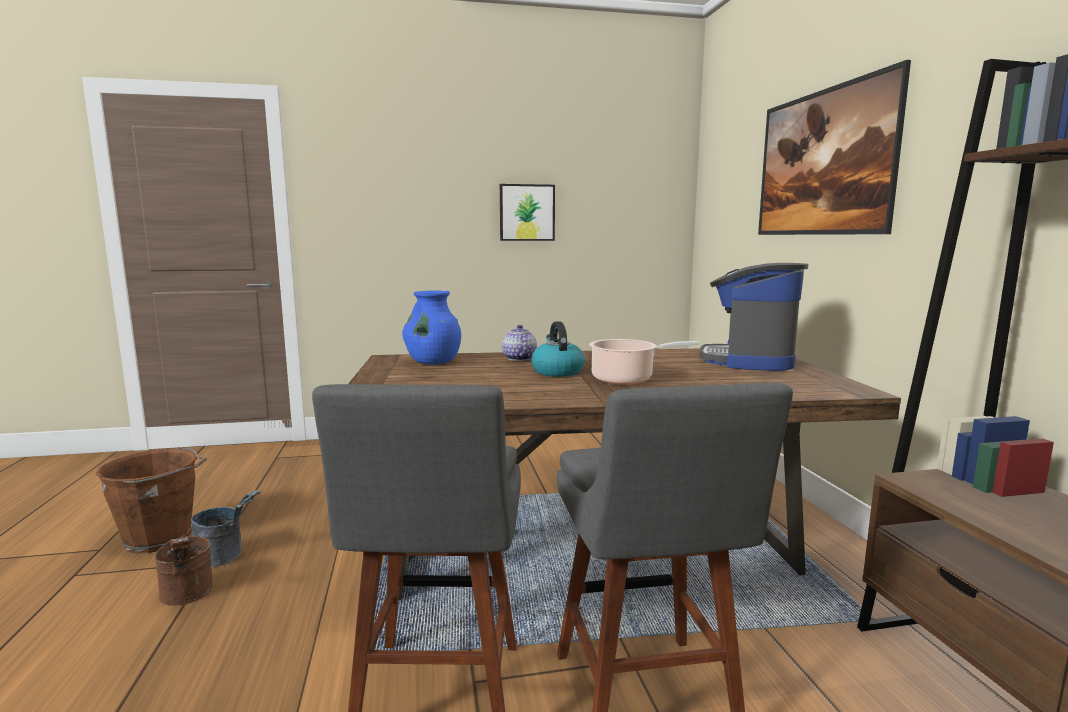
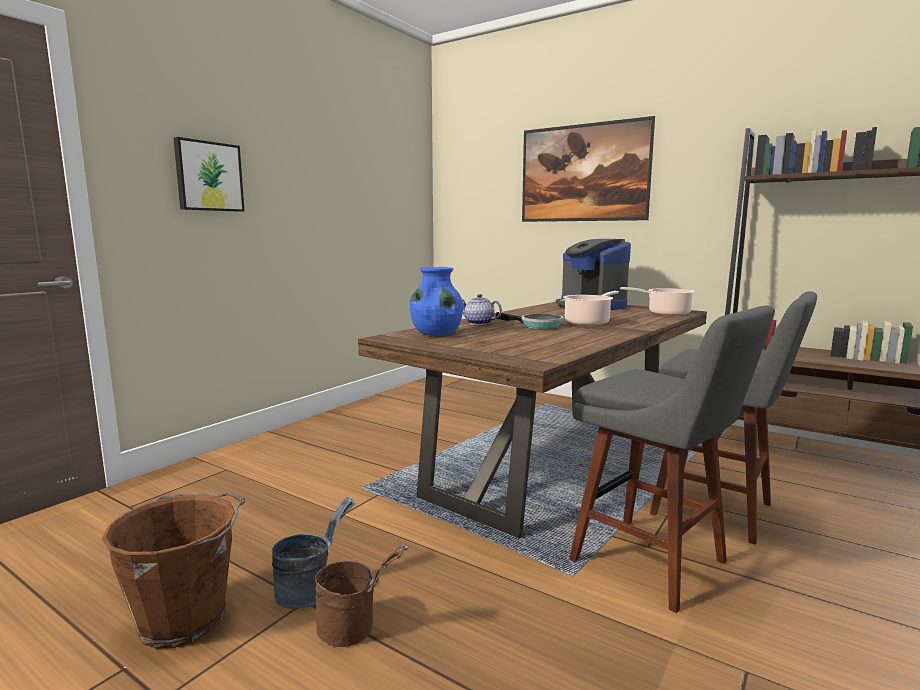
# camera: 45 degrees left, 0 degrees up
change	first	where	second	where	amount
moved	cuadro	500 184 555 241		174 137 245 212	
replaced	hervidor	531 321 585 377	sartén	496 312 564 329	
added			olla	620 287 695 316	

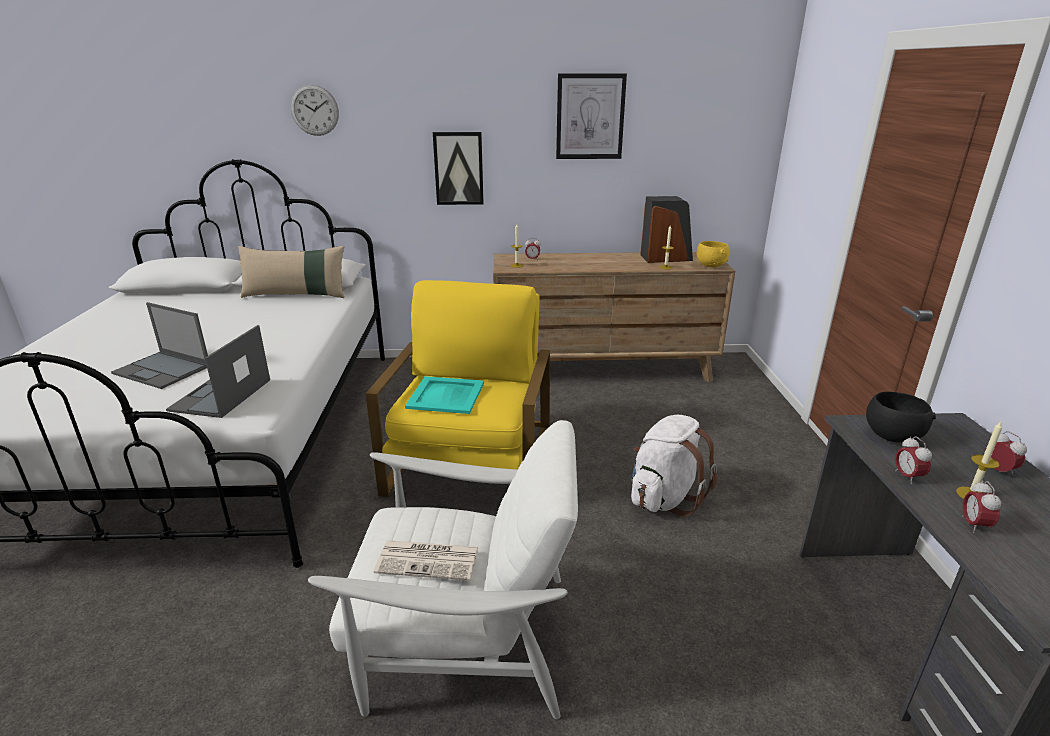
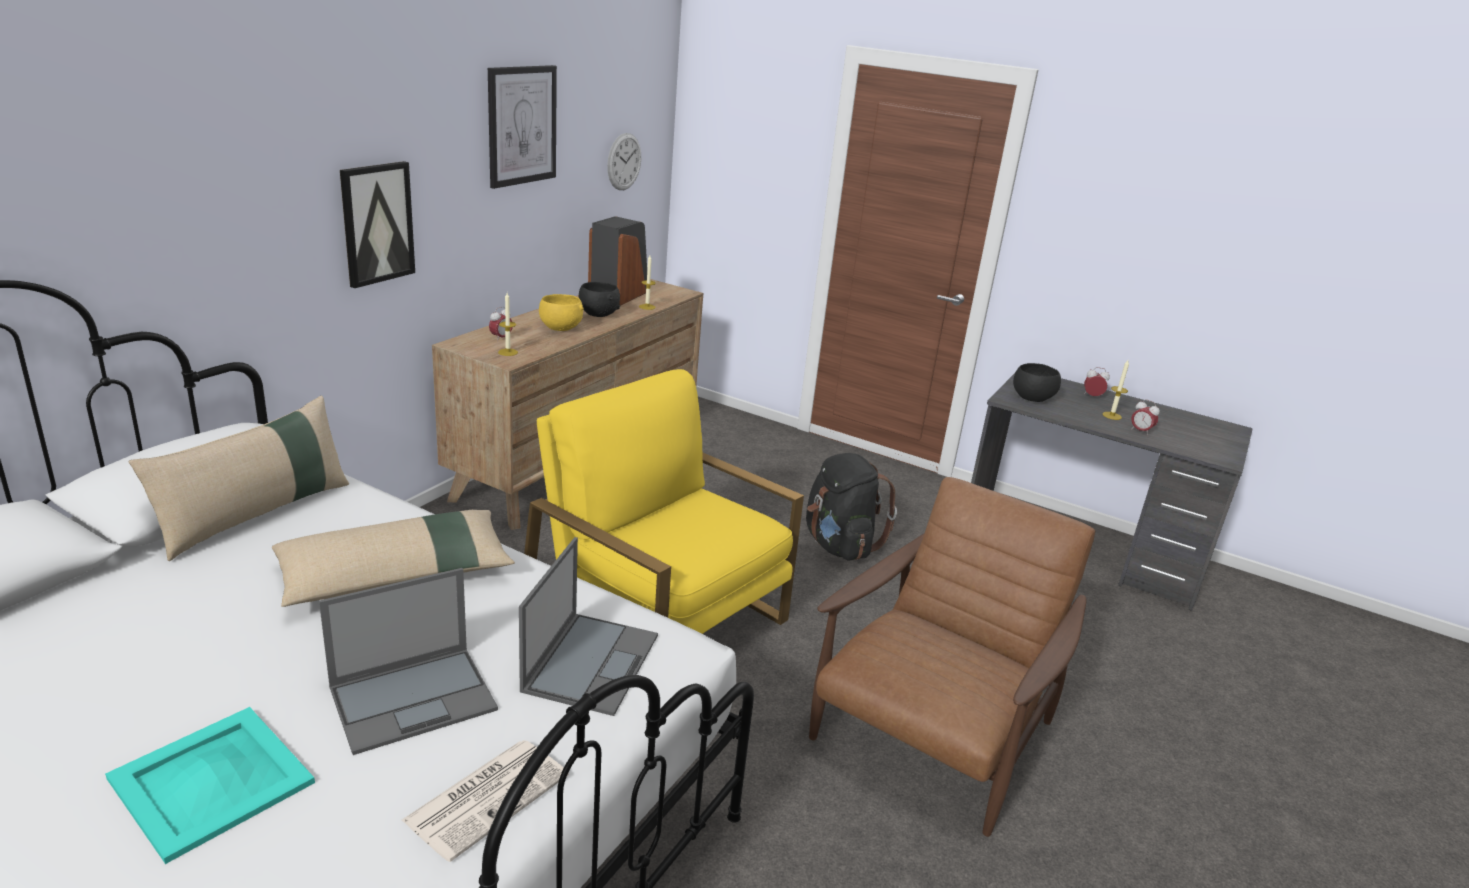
# camera: 60 degrees left, 0 degrees up
change	first	where	second	where	amount
moved	bandeja [turquesa]	405 376 484 414		105 707 315 864	
added			cojín [beis]	272 510 515 607	
moved	periódico	374 540 479 581		401 740 569 862	
turned	portátil	166 325 270 418		519 537 658 716	120 degrees counterclockwise
moved	cuenco [amarillo]	697 241 730 268		539 294 584 331	
added			cuenco [negro]	579 282 620 317	
moved	reloj de pared	291 85 339 136		607 133 641 190	
recoloured	mochila [blanco]	631 415 717 517	mochila [negro]	806 453 897 561	
recoloured	sillón [blanco]	308 420 578 719	sillón [marrón]	809 477 1095 837	
removed	despertador	895 436 932 484			

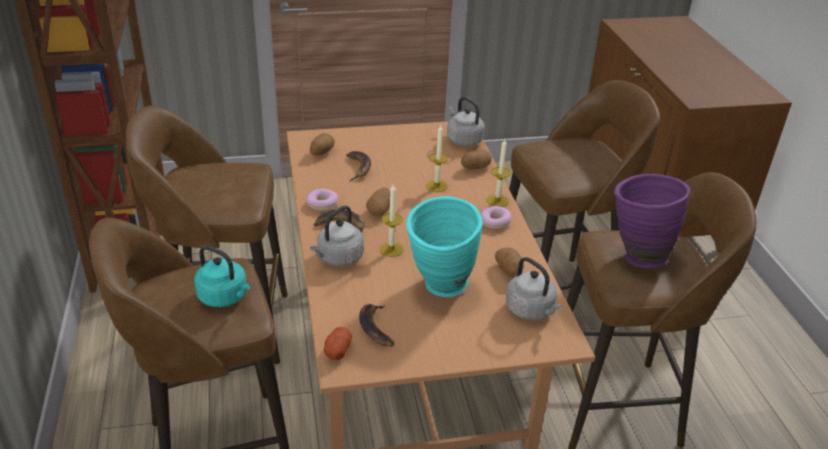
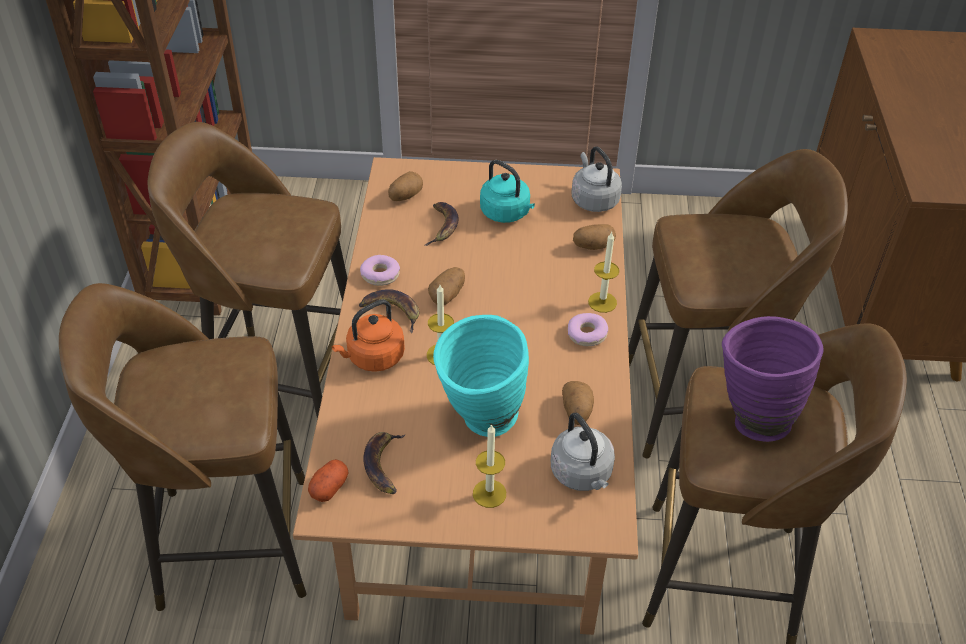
# camera: 15 degrees right, 10 degrees up
change	first	where	second	where	amount
recoloured	hervidor [gris]	310 205 364 266	hervidor [naranja]	331 299 405 372	
moved	vela	426 125 448 192		473 424 506 508	
moved	hervidor [turquesa]	194 246 251 307		480 160 535 223	

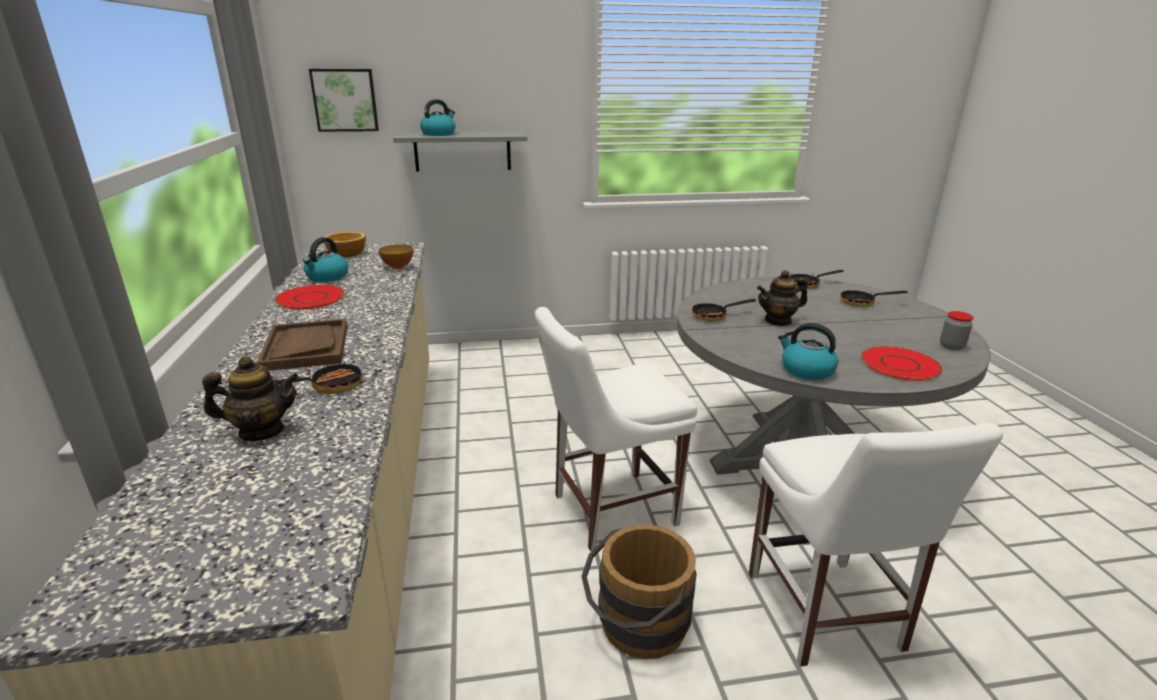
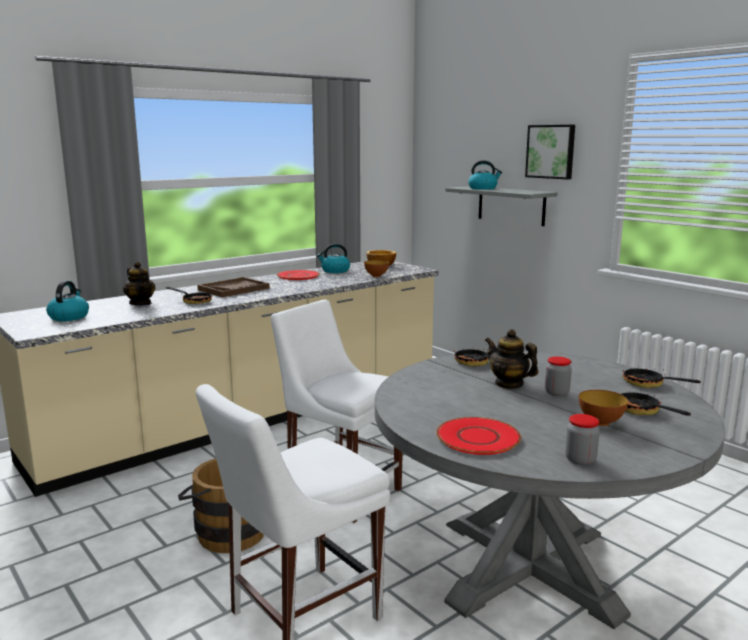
# camera: 60 degrees right, 10 degrees down
change	first	where	second	where	amount
moved	hervidor	778 323 838 380		46 281 89 321	
moved	cuadro	309 69 379 132		525 125 575 179	
added			tarro	545 356 572 396	
added			cuenco	579 390 628 426	

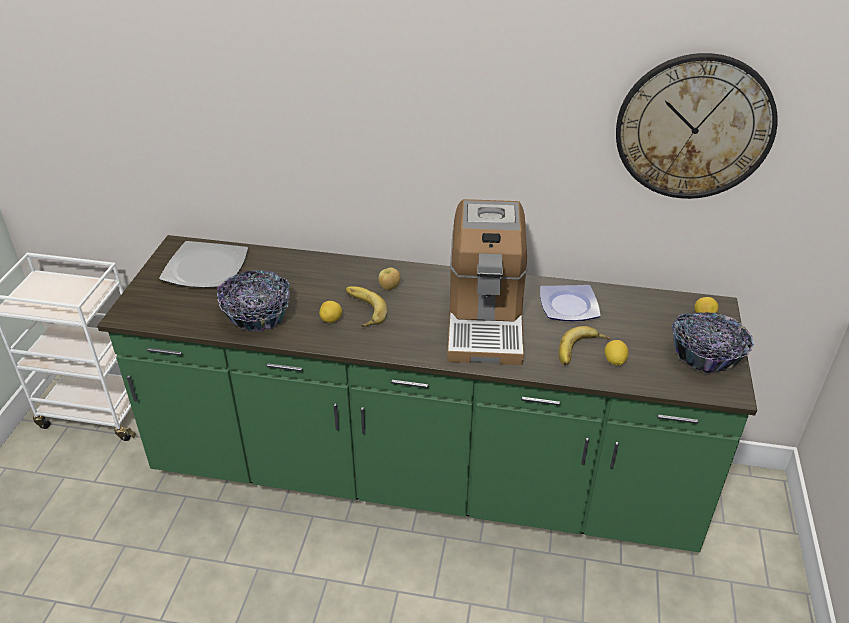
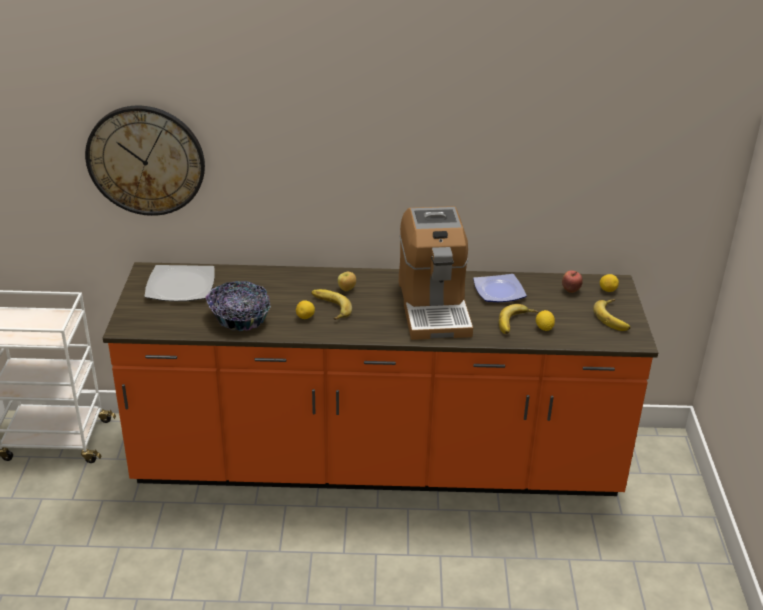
# camera: 10 degrees left, 5 degrees down
change	first	where	second	where	amount
moved	reloj de pared	616 53 778 199		85 105 205 216	
recoloured	mueble bajo de cocina [verde]	97 235 757 552	mueble bajo de cocina [naranja]	103 262 658 496	
added			manzana	562 270 583 293	
replaced	cuenco	671 312 754 373	plátano	593 299 631 331	

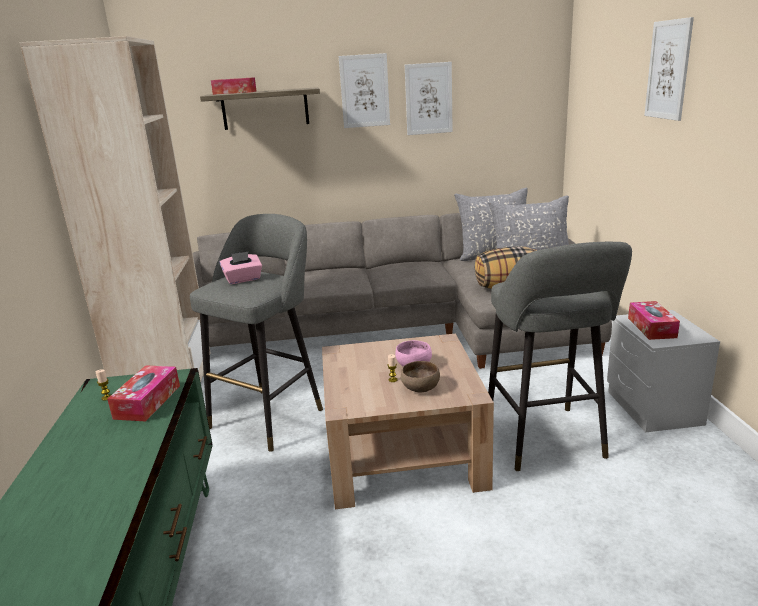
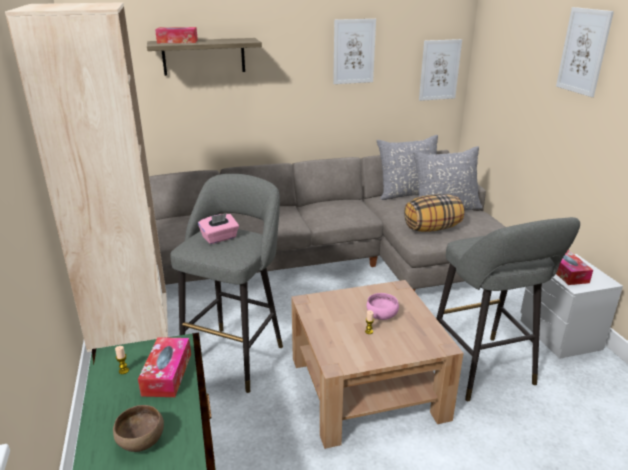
# camera: 10 degrees left, 5 degrees up
change	first	where	second	where	amount
moved	cuenco [marrón]	401 361 440 392		113 405 164 452	
moved	cuadro	339 53 390 128		419 39 462 101	

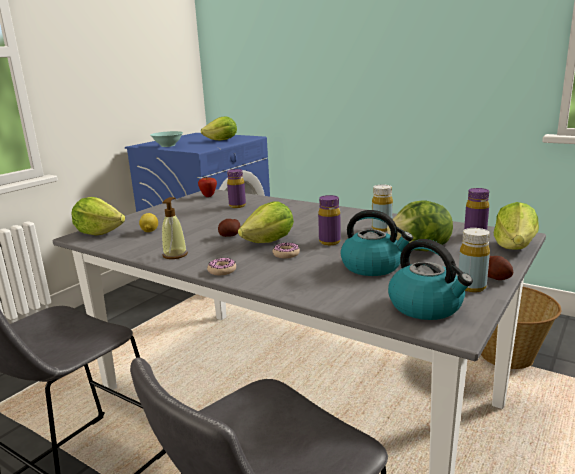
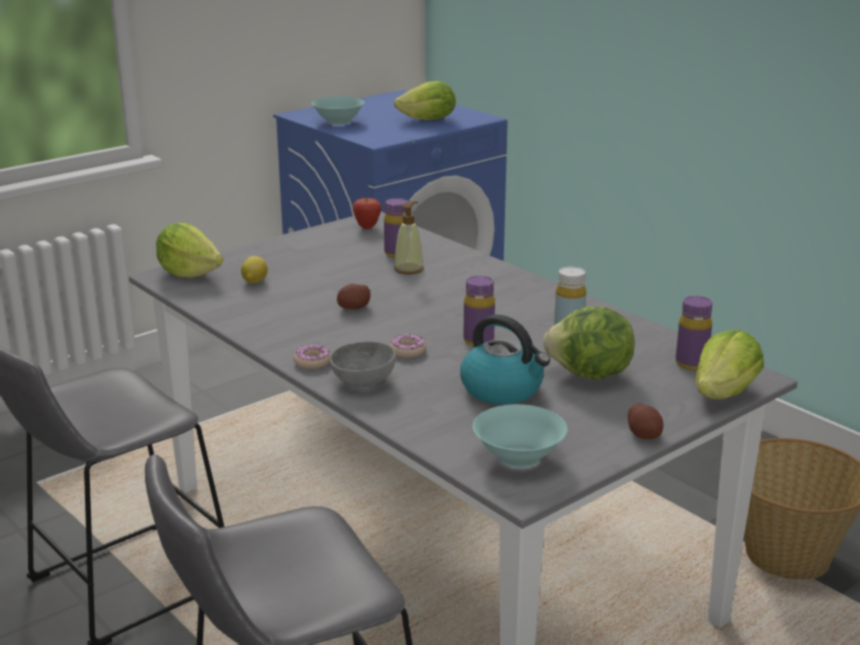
# camera: 15 degrees right, 5 degrees up
change	first	where	second	where	amount
added			cuenco [gris]	330 341 396 387	
moved	dispensador de jabón	162 197 188 259		394 201 424 275	
replaced	hervidor	388 239 473 320	cuenco [turquesa]	473 404 567 468	
removed	lechuga	238 201 294 243			
removed	botella [amarillo]	459 228 490 292			

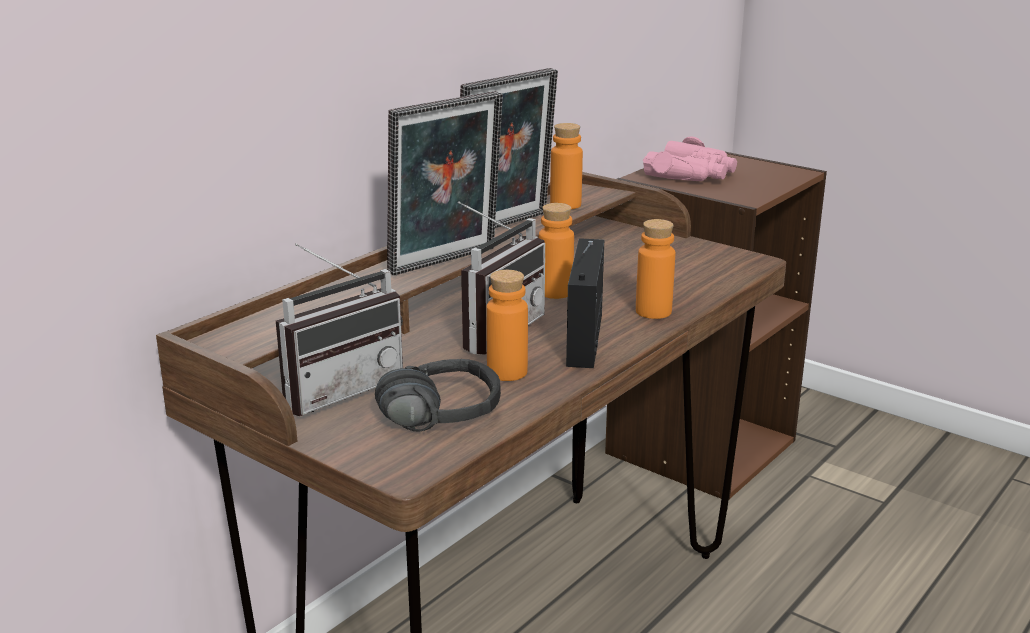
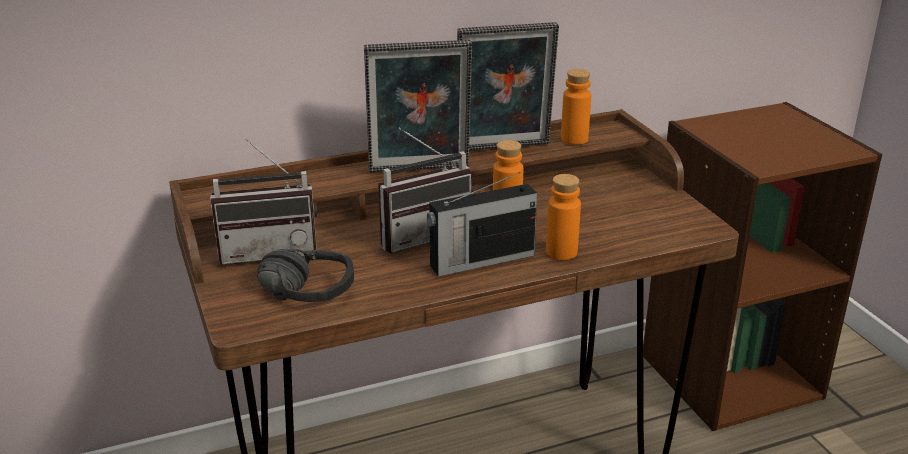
# camera: 30 degrees right, 5 degrees up
change	first	where	second	where	amount
turned	radio	566 238 604 368		427 172 537 277	150 degrees counterclockwise
removed	botella [naranja]	486 270 528 381			
removed	prismáticos [rosa]	643 136 737 181			

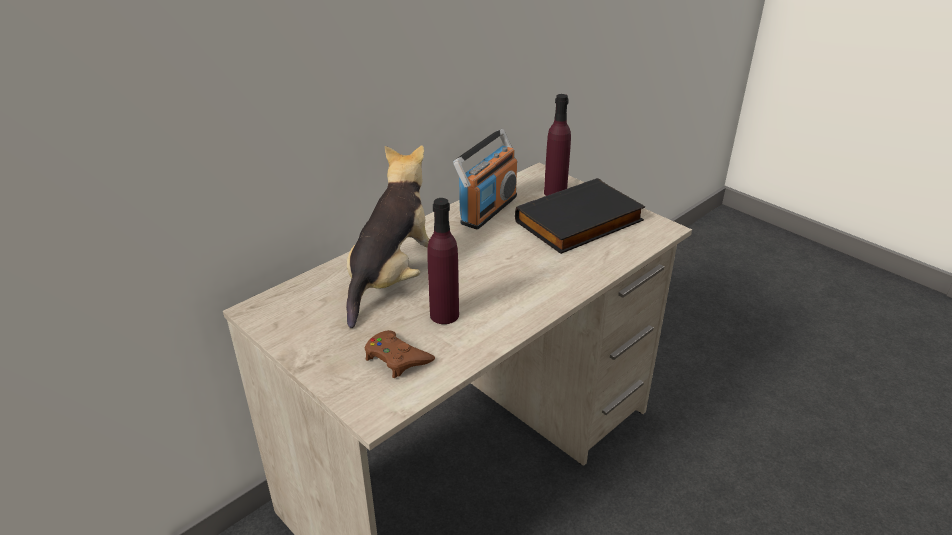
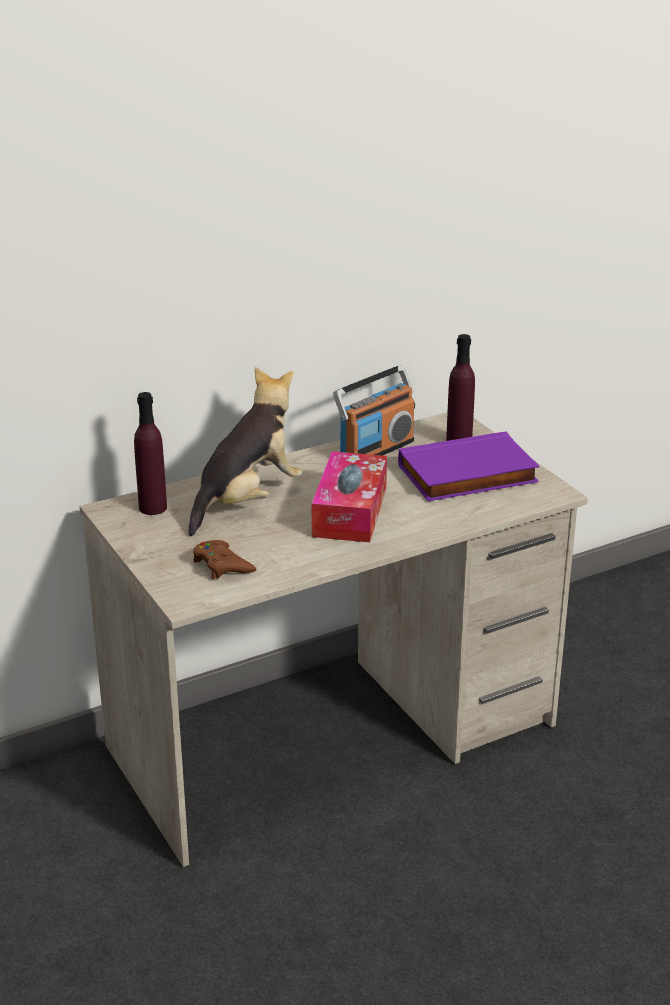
# camera: 15 degrees right, 5 degrees down
change	first	where	second	where	amount
moved	botella [morado]	427 198 459 324		134 392 167 515	
added			caja de pañuelos	312 451 387 542	
recoloured	libro [negro]	515 178 646 254	libro [morado]	398 431 540 501	

